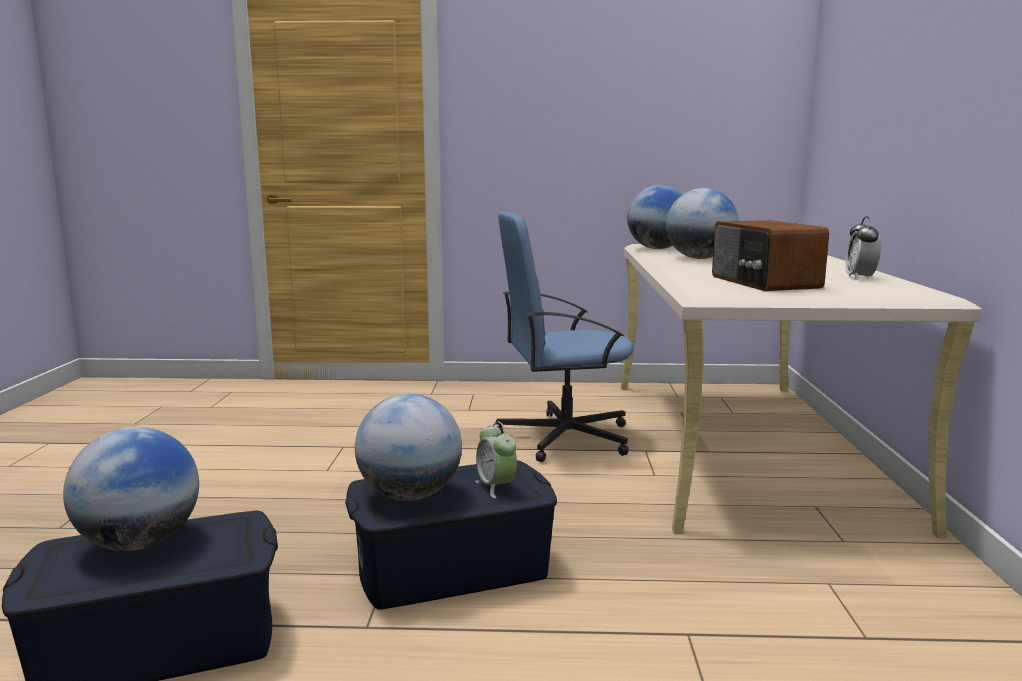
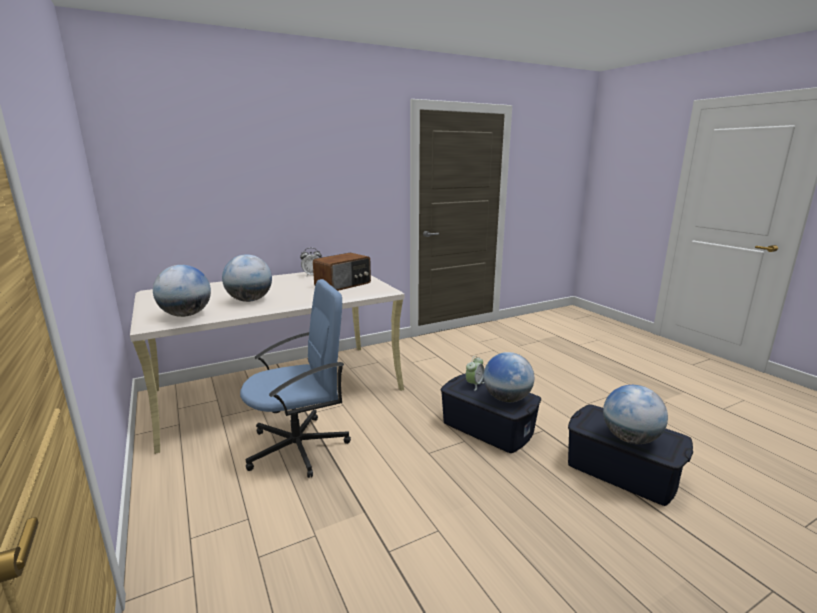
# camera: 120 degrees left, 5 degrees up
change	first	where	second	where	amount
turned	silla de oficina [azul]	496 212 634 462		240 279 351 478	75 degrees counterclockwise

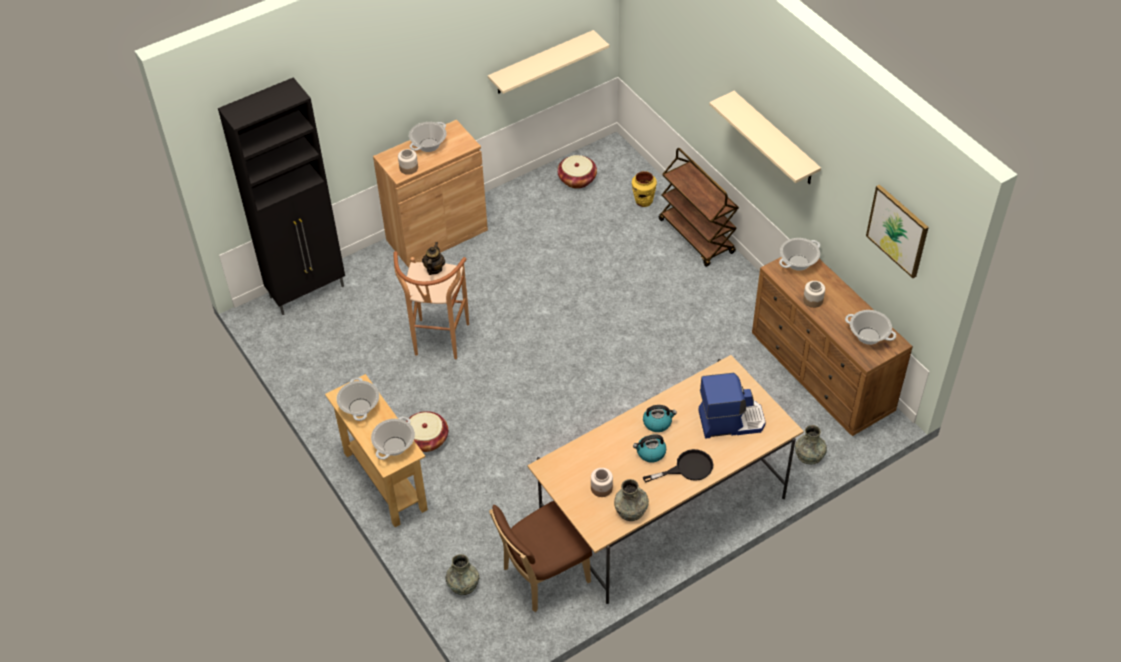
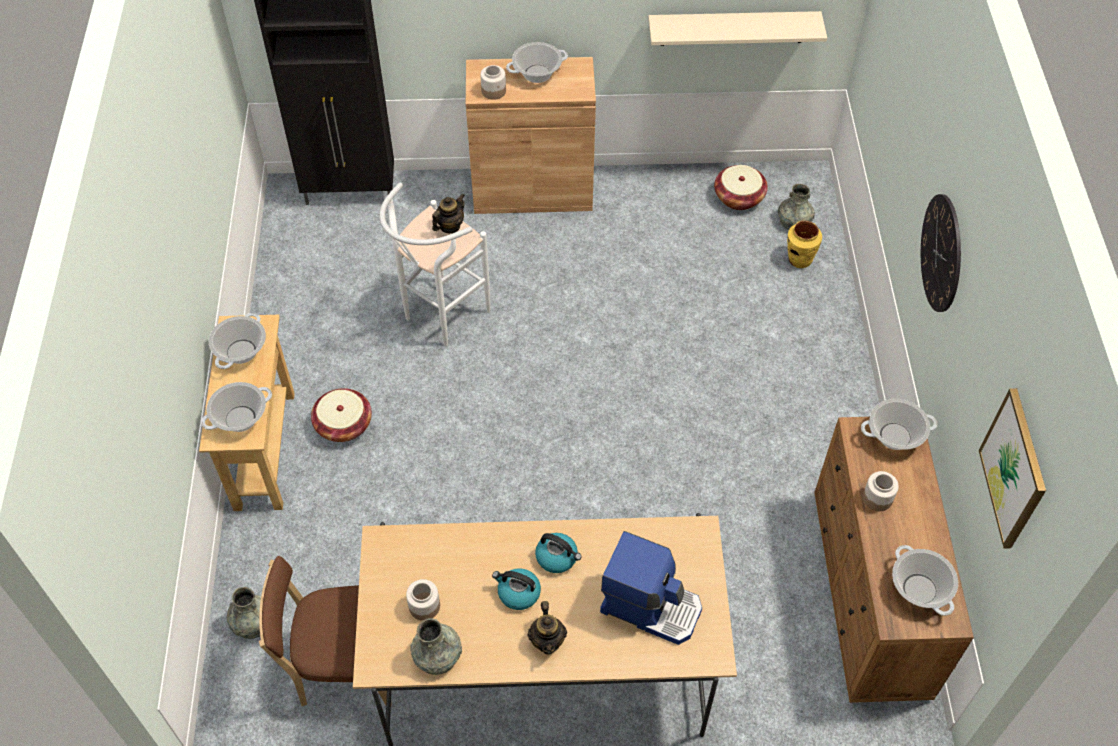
# camera: 30 degrees right, 5 degrees up
change	first	where	second	where	amount
recoloured	taburete [marrón]	394 251 469 359	taburete [blanco]	379 183 490 346	
replaced	sartén [negro]	643 449 713 483	tetera	528 601 567 654	
moved	florero [gris]	795 425 827 464		778 184 815 230	
replaced	estante [beis]	709 91 821 184	reloj de pared	921 194 961 312	
removed	carrito [marrón]	659 148 739 267			

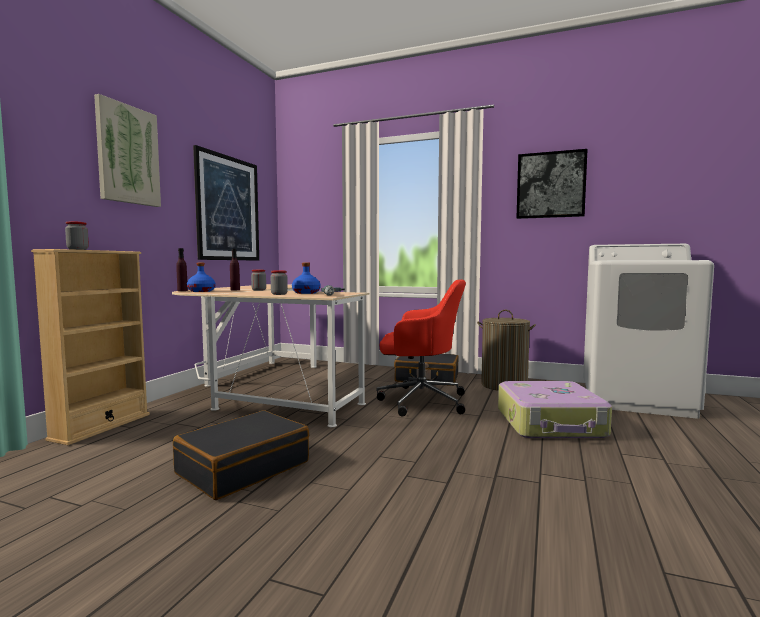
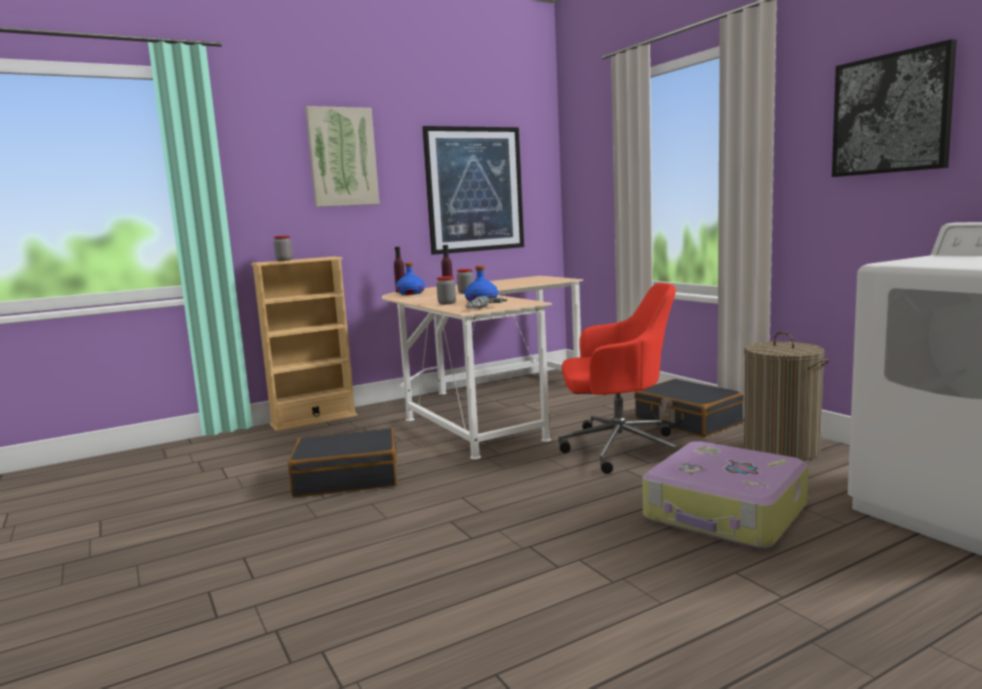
# camera: 40 degrees right, 5 degrees up
change	first	where	second	where	amount
turned	silla de oficina [rojo]	377 280 466 417		558 283 678 474	45 degrees counterclockwise

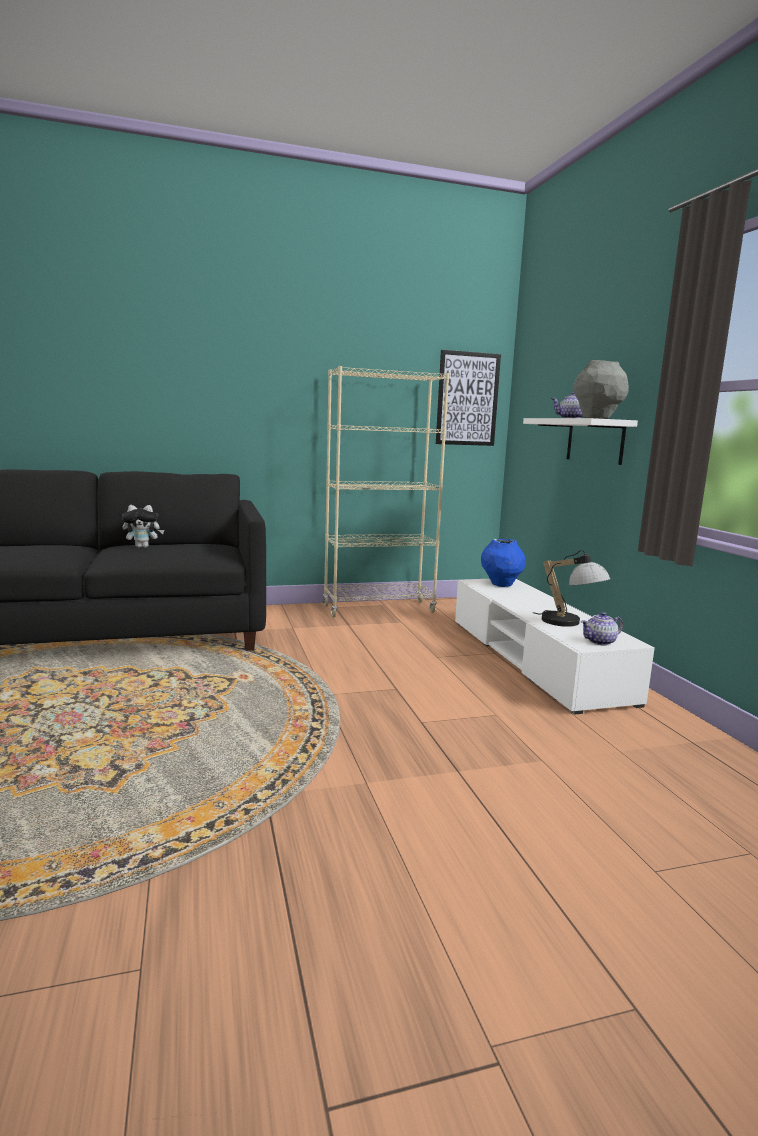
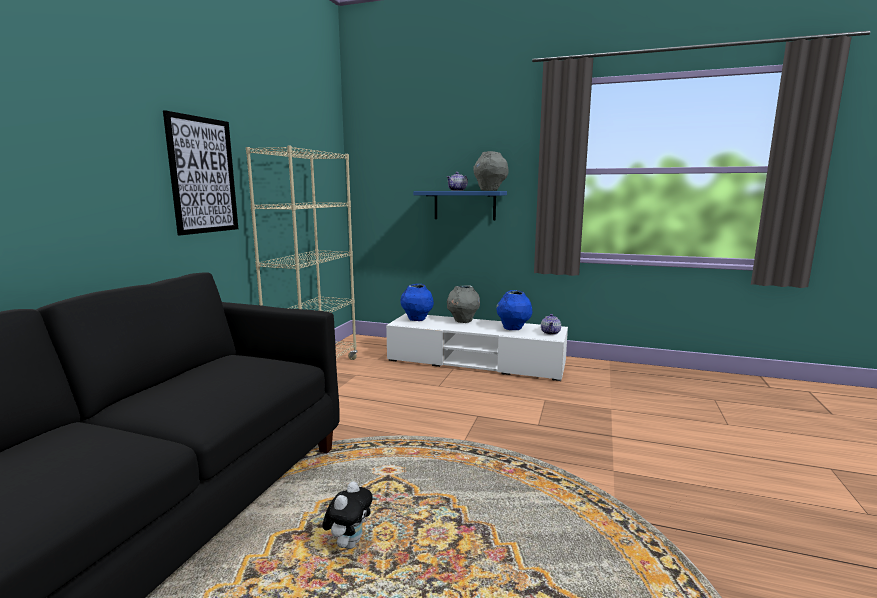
# camera: 55 degrees left, 0 degrees up
change	first	where	second	where	amount
moved	cuadro	436 350 501 446		163 110 238 235	
moved	peluche	122 505 164 548		322 481 373 549	
recoloured	estante [blanco]	523 418 638 465	estante [azul]	413 191 507 220	
added			florero [gris]	447 286 480 323	
replaced	lámpara de mesa	533 550 610 627	florero [azul]	496 290 532 330	

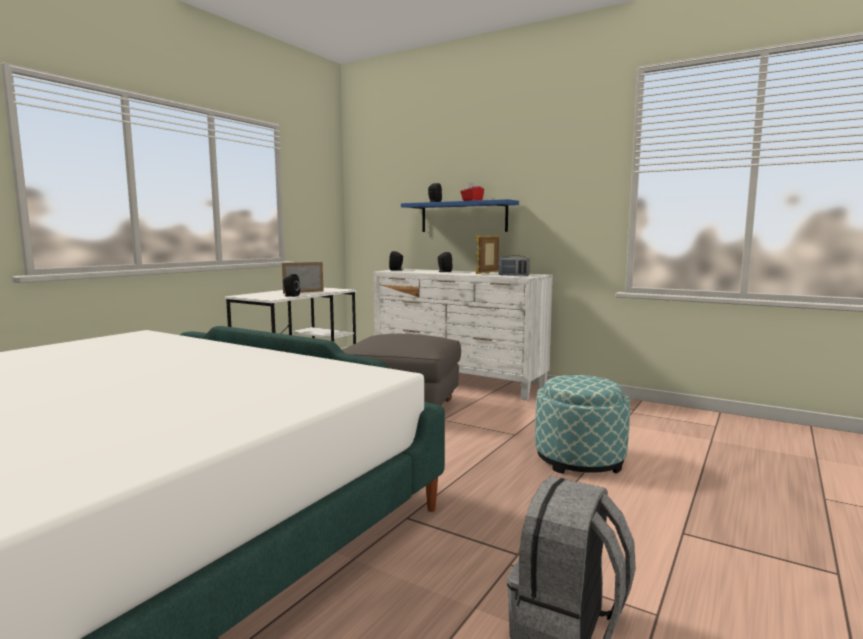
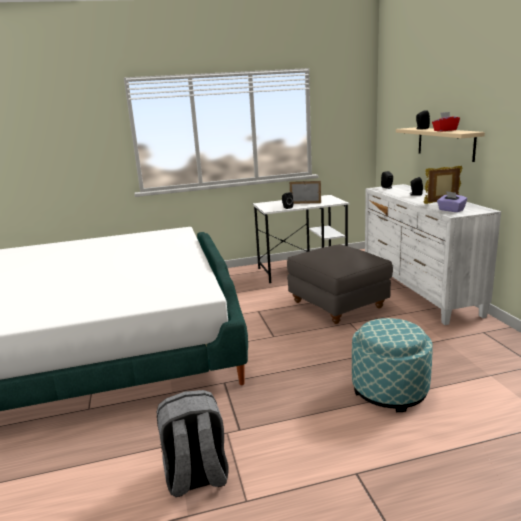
# camera: 45 degrees right, 10 degrees up
change	first	where	second	where	amount
recoloured	estante [azul]	401 199 519 232	estante [beis]	396 127 485 162	
replaced	radio	498 255 530 276	caja de pañuelos [morado]	437 191 467 212	

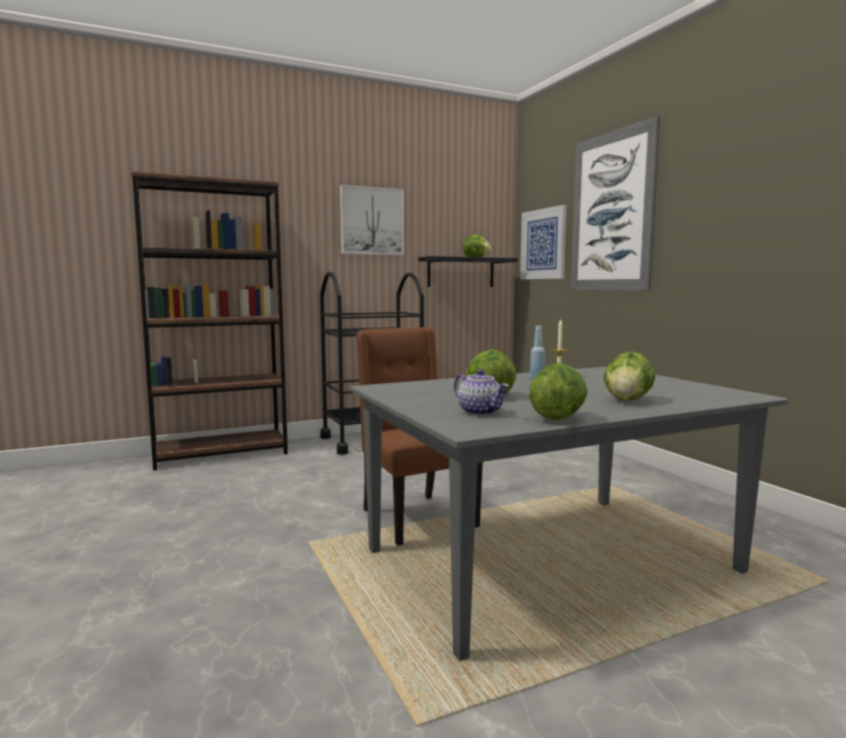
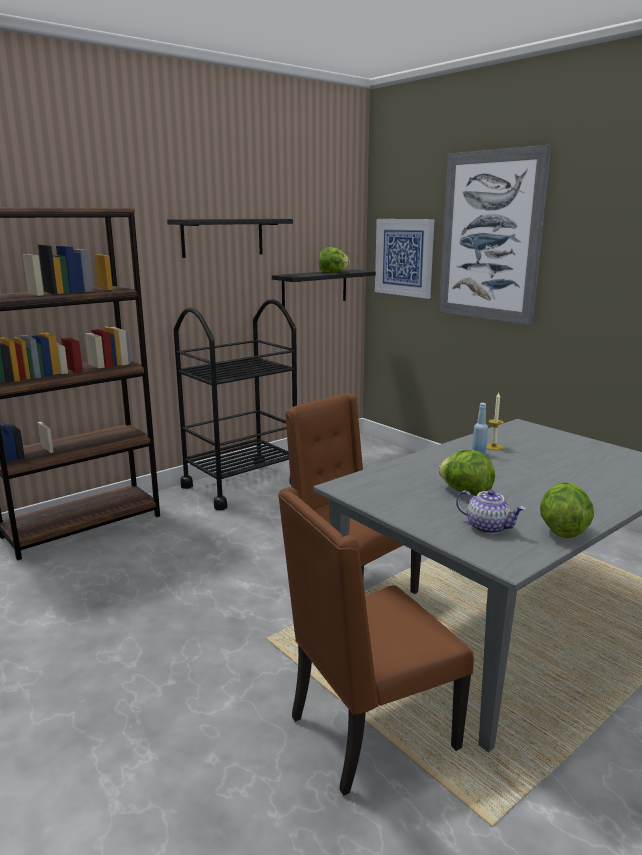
# camera: 15 degrees left, 10 degrees up
change	first	where	second	where	amount
replaced	cuadro	340 185 404 255	estante [negro]	167 219 293 258	
added			silla [marrón]	278 487 474 796	
removed	lechuga	604 351 656 401			

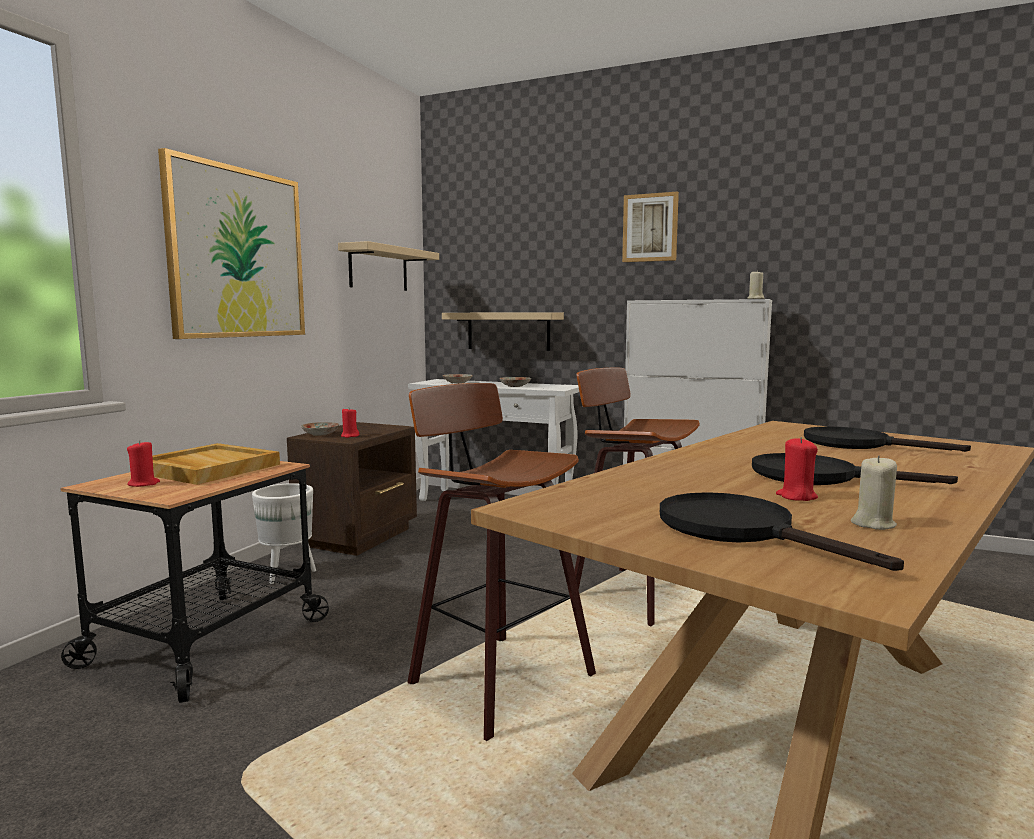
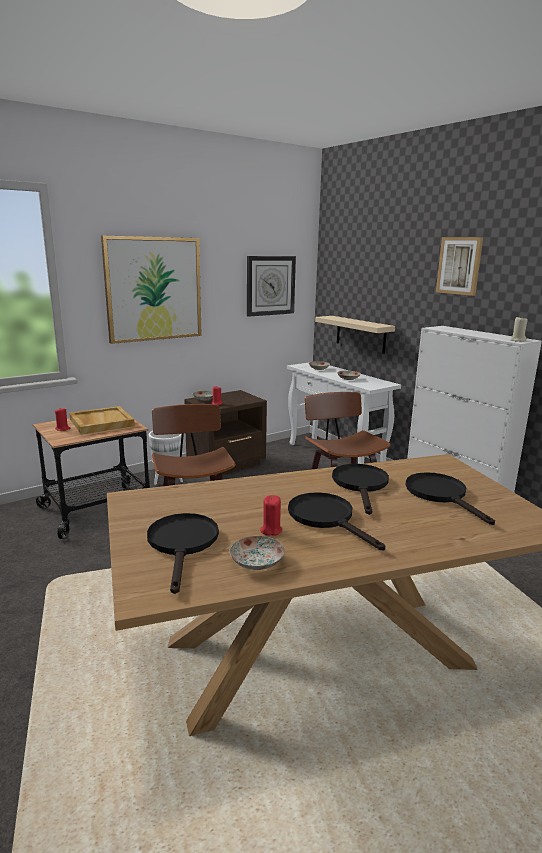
# camera: 30 degrees right, 10 degrees up
change	first	where	second	where	amount
replaced	vela [beis]	851 456 897 530	plato	229 536 285 570	
replaced	estante [beis]	338 241 439 291	reloj de pared	247 256 296 317	
added			sartén [negro]	332 464 389 515	

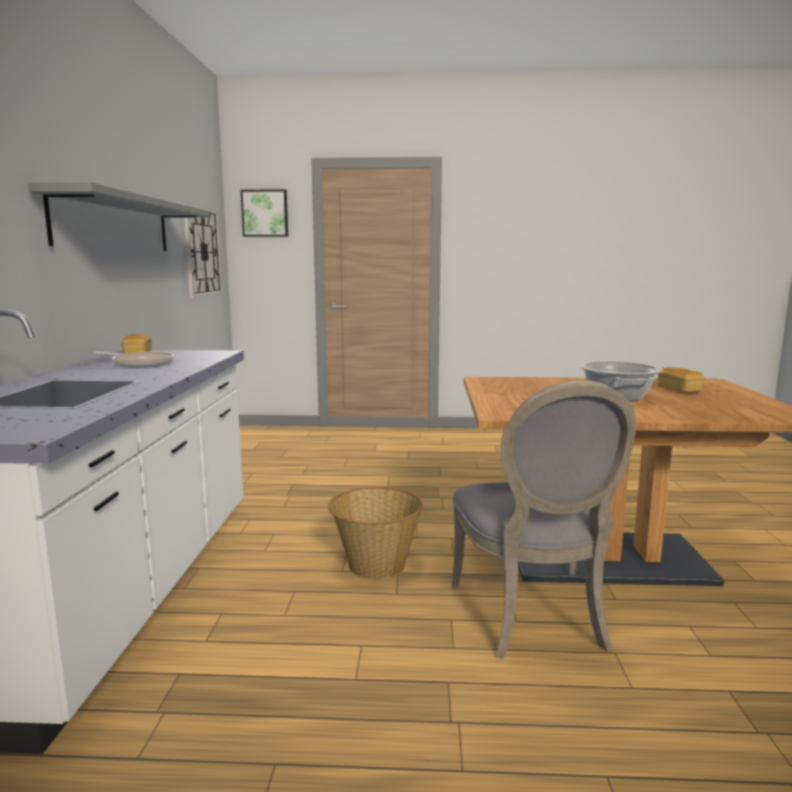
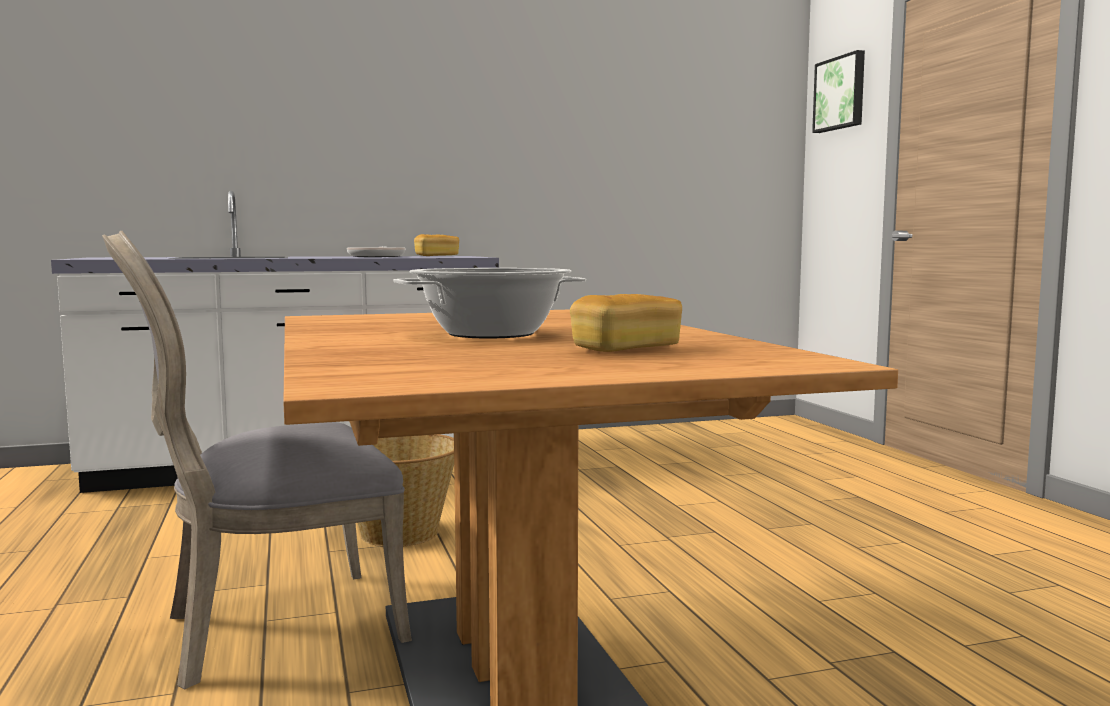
# camera: 70 degrees right, 5 degrees down
change	first	where	second	where	amount
removed	estante [gris]	28 182 210 251			
removed	reloj de pared	183 204 223 298			

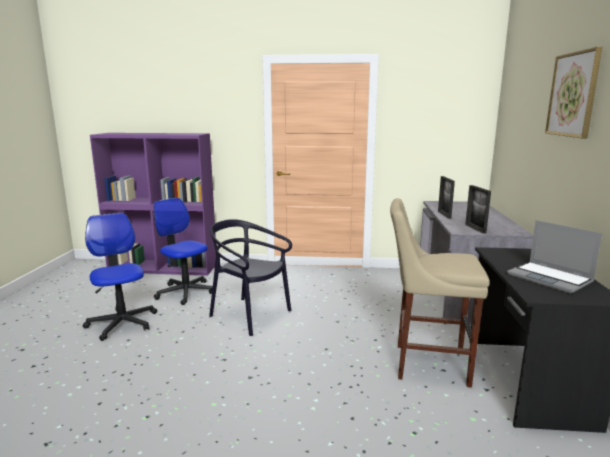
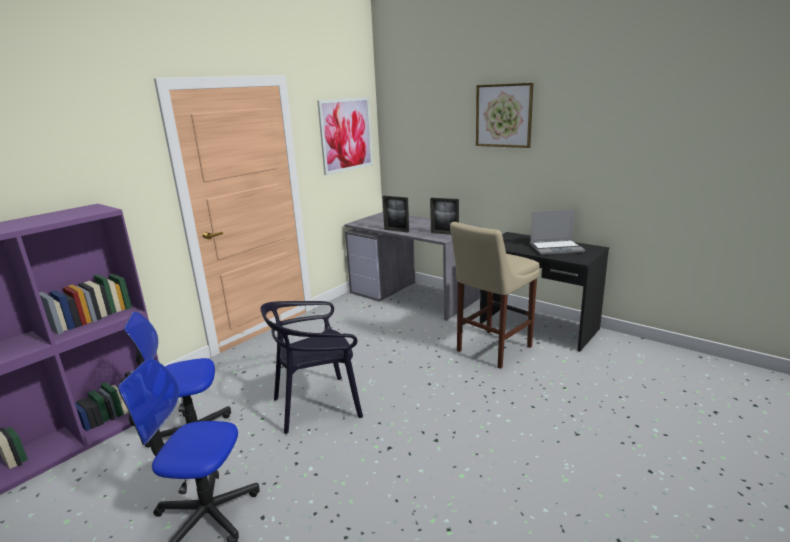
# camera: 55 degrees left, 5 degrees up
change	first	where	second	where	amount
added			cuadro	317 97 373 175	

